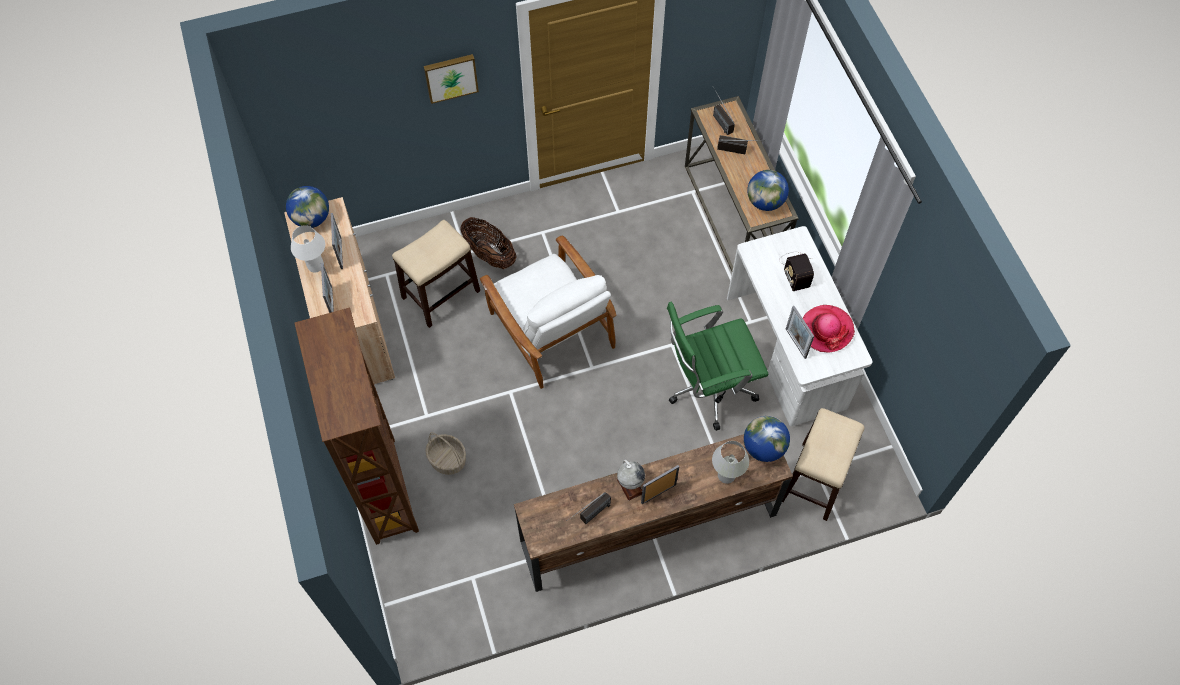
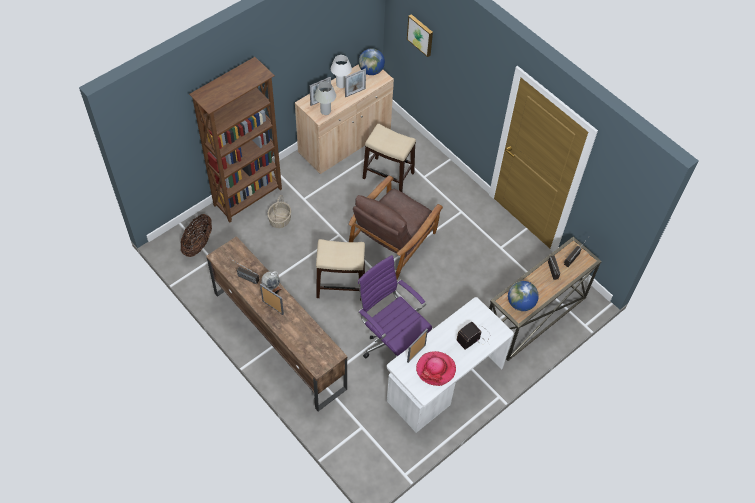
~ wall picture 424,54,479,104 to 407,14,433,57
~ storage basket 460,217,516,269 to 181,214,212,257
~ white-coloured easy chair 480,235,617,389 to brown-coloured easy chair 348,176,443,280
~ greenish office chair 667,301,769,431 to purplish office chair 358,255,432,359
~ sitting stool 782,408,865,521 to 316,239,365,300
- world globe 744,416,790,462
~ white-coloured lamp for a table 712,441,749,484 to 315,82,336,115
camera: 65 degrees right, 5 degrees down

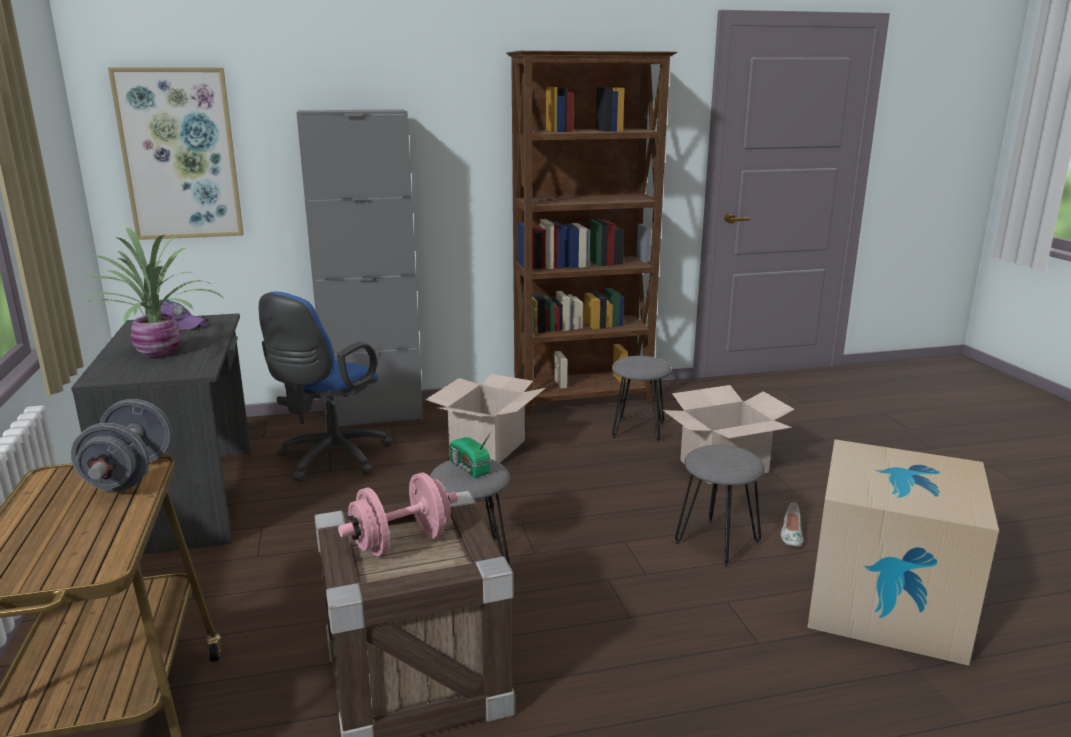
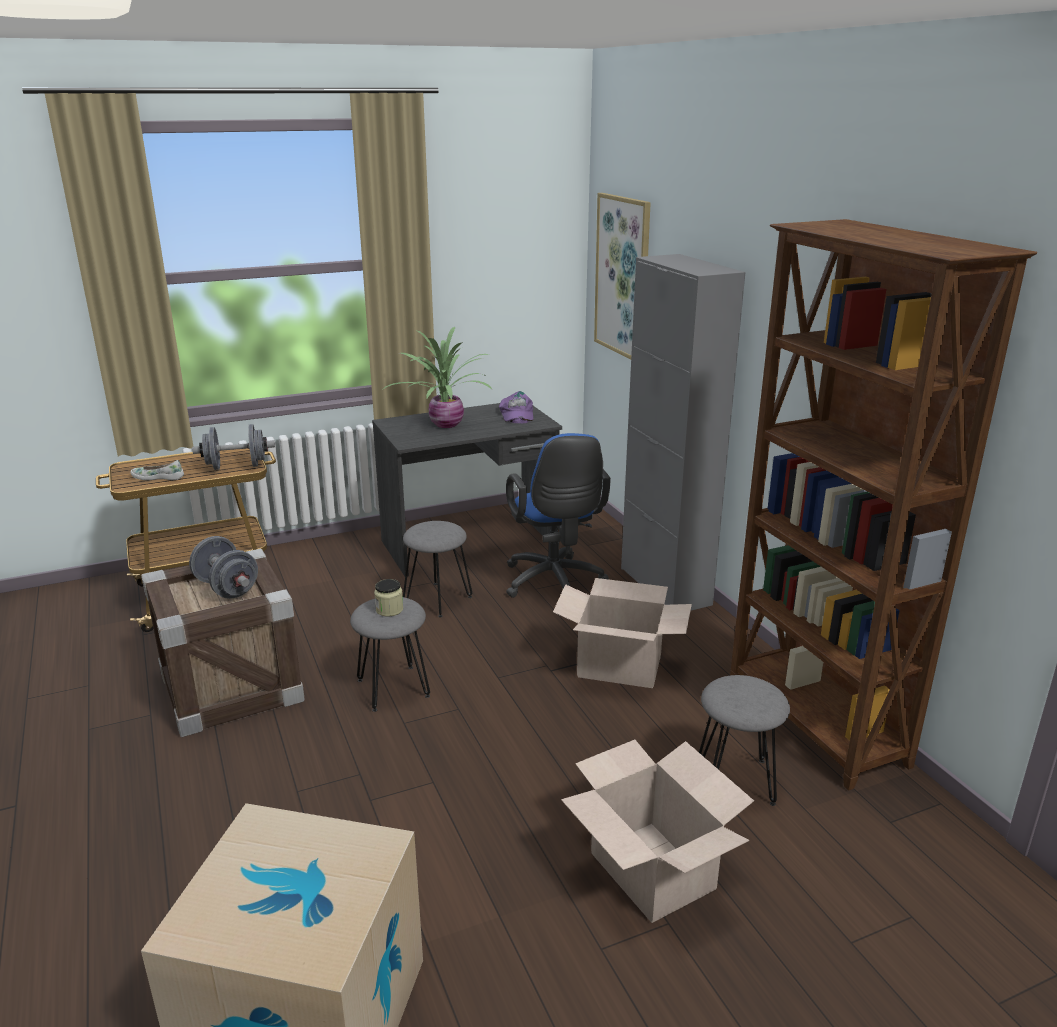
~ bluish office chair 259,291,392,482 = 506,433,611,598 120 degrees counterclockwise
~ radio receiver 449,431,492,478 to preserve jar 374,579,403,617
~ grey sitting stool 675,445,765,567 to 403,521,472,618
~ pink-coloured free weight 338,472,458,557 to grey free weight 189,536,258,599
~ white-coloured low shoe 781,503,803,547 to 130,460,184,480
camera: 80 degrees right, 5 degrees up

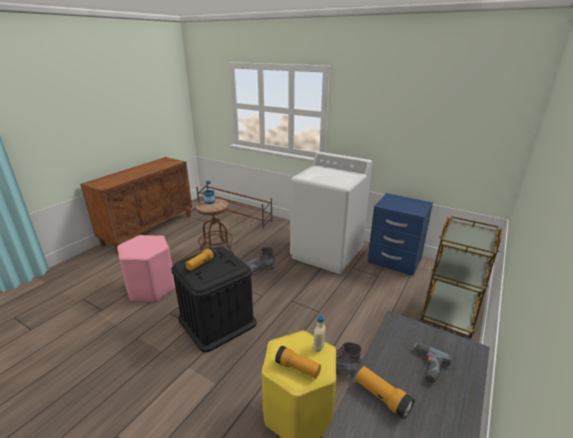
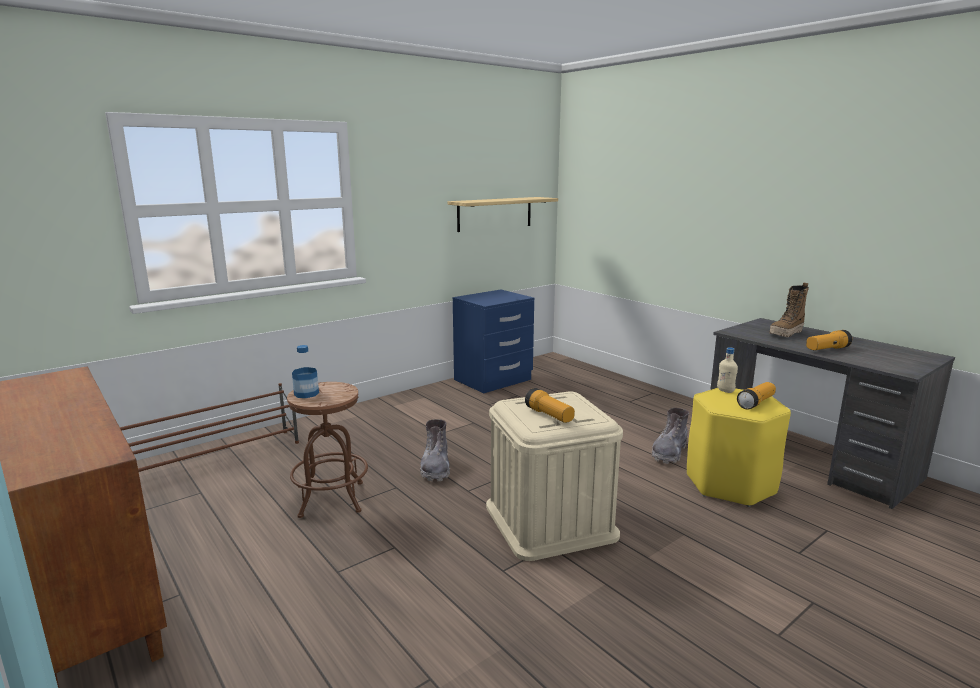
- white-coloured washing machine 290,152,372,274
- brown-coloured cart 420,216,502,338
- pink-coloured sitting stool 117,235,175,302
~ black storage box 171,247,257,352 to beige storage box 486,391,623,561
~ electric drill 414,343,453,383 to high-top boot 769,283,809,337
+ bracket shelf 447,197,558,232
camera: 70 degrees left, 10 degrees down

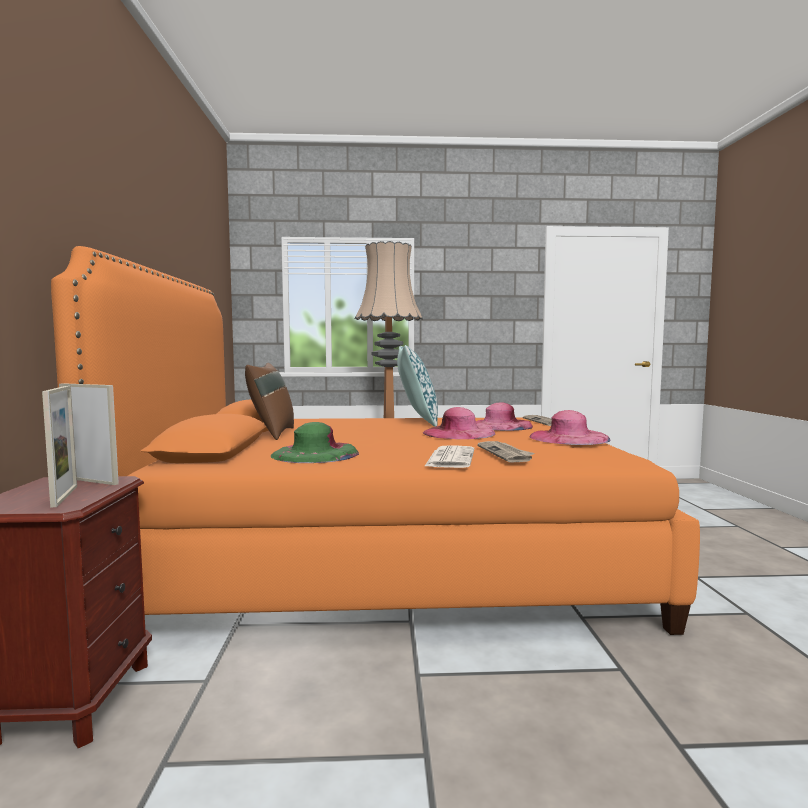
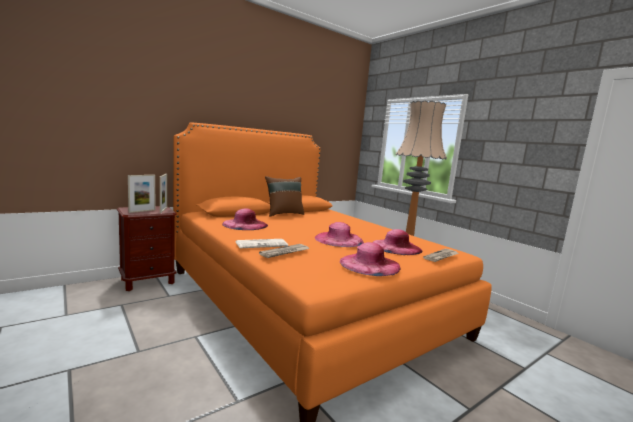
- throw pillow 397,345,438,427
~ greenish clothing hat 271,422,359,463 to pink-coloured clothing hat 222,208,268,230
camera: 55 degrees right, 5 degrees up

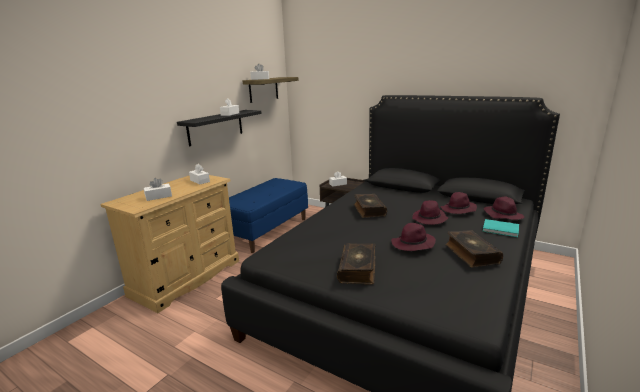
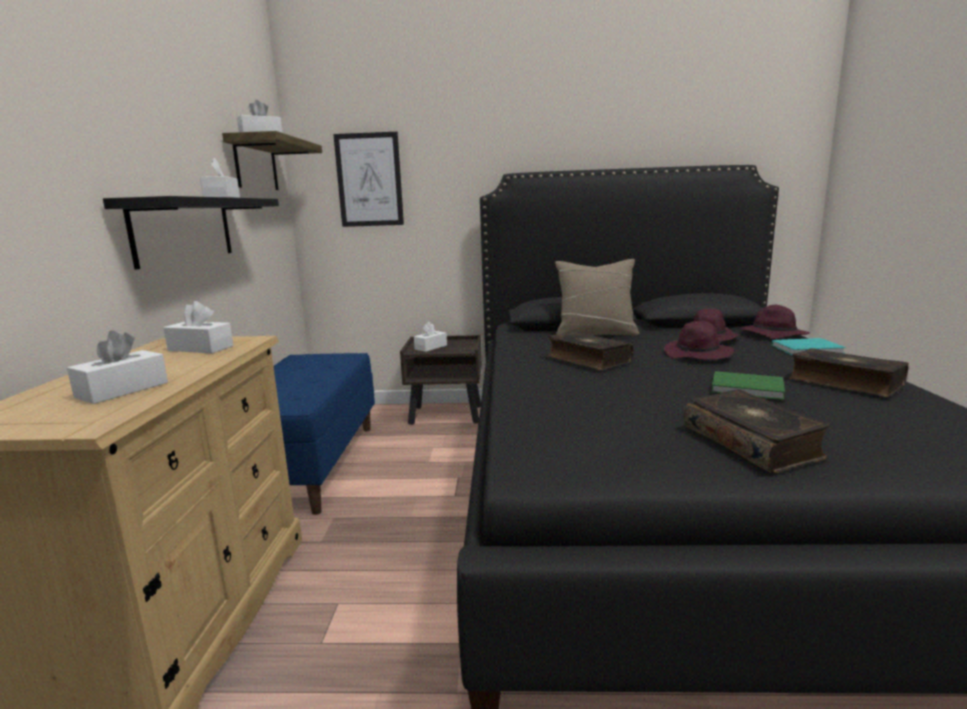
~ purplish clothing hat 391,223,436,251 to greenish book 711,371,785,400
+ wall picture 333,132,404,227
+ beige throw pillow 555,259,639,336
camera: 30 degrees left, 5 degrees down

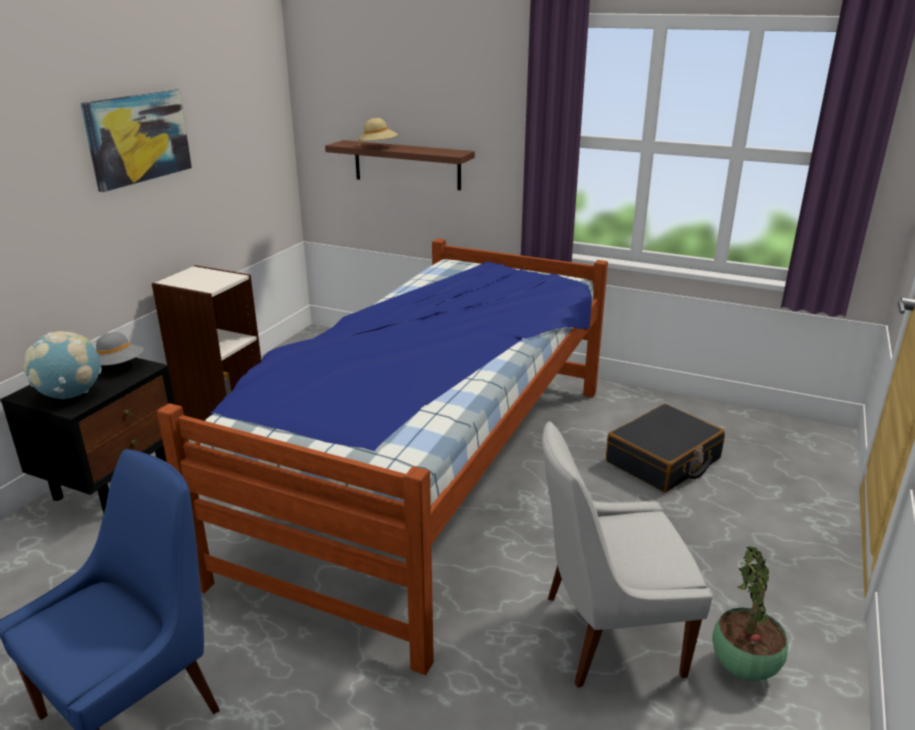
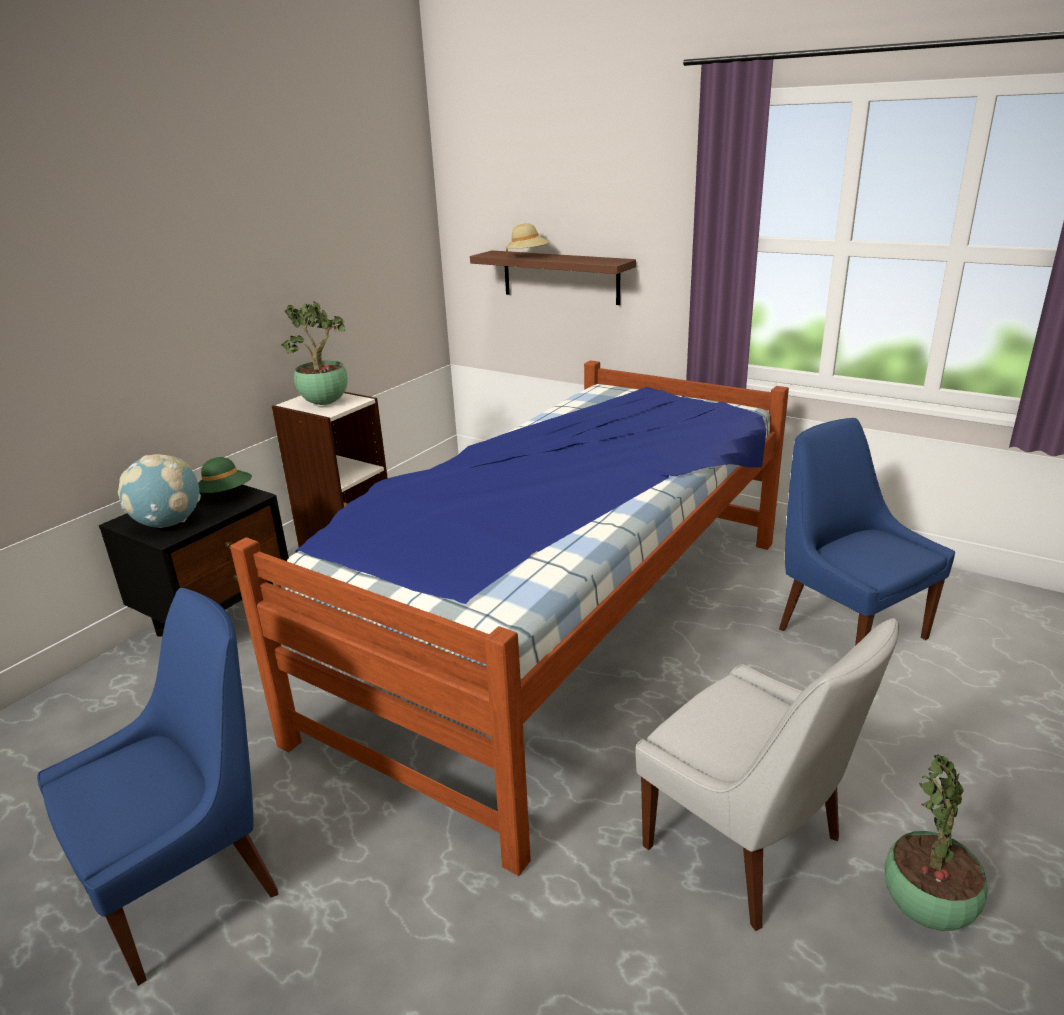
- wall picture 80,89,192,192
~ grey clothing hat 96,332,144,365 to greenish clothing hat 198,457,252,493
~ black piece of luggage 606,404,725,492 to bluish upright chair 779,418,955,646
~ white-coloured upright chair 542,421,713,688 = 635,618,899,931 135 degrees counterclockwise
+ potted plant 281,301,348,405
camera: 10 degrees right, 0 degrees up

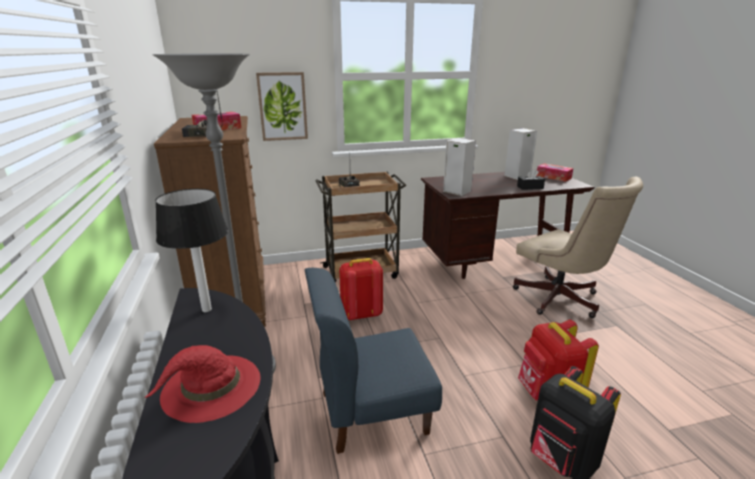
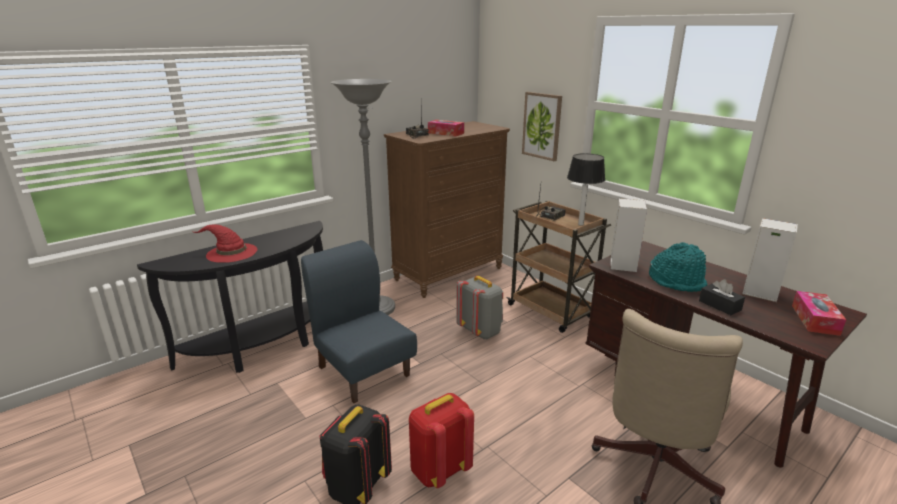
~ lamp for a table 155,189,228,312 to 567,153,605,226
~ red rucksack 339,258,383,321 to grey rucksack 456,276,503,340
+ blue-green clothing hat 649,242,707,292
camera: 65 degrees right, 0 degrees up

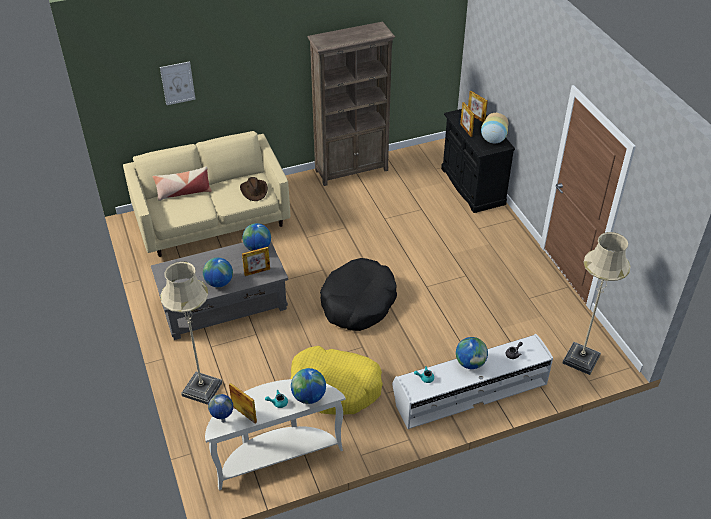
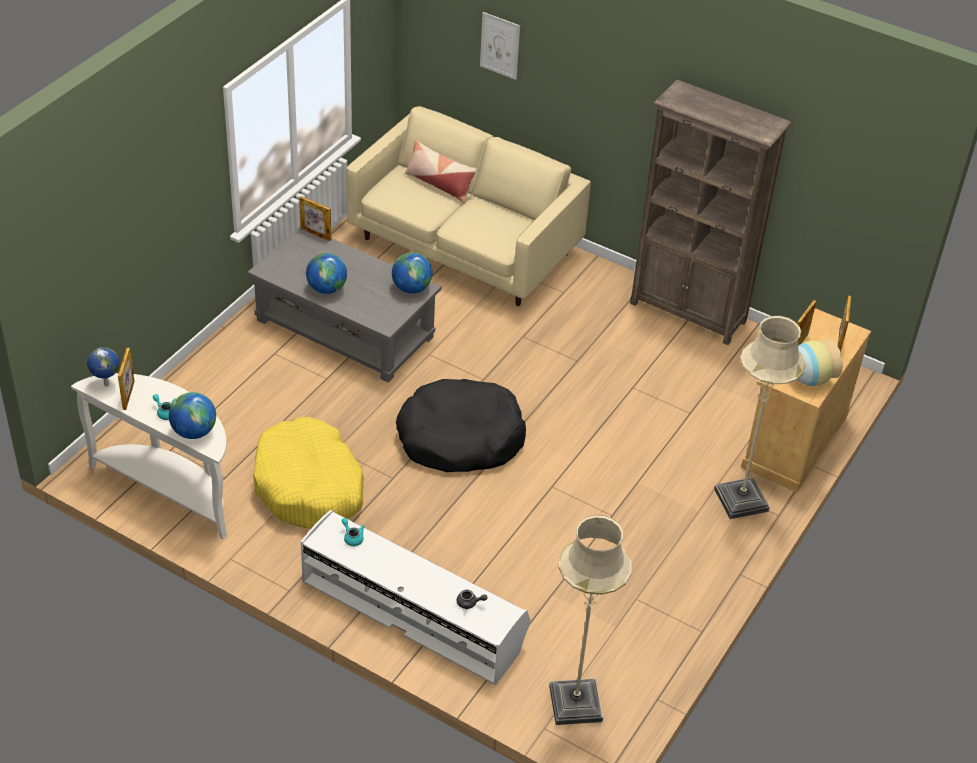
~ black cupboard 441,109,515,213 to beige cupboard 741,308,871,493
- brown-coloured clothing hat 240,177,268,201
~ picture frame 242,247,270,276 to 299,196,331,241
~ beige standing lamp 160,261,222,405 to 714,315,806,519
- world globe 456,337,488,369
camera: 50 degrees right, 0 degrees up

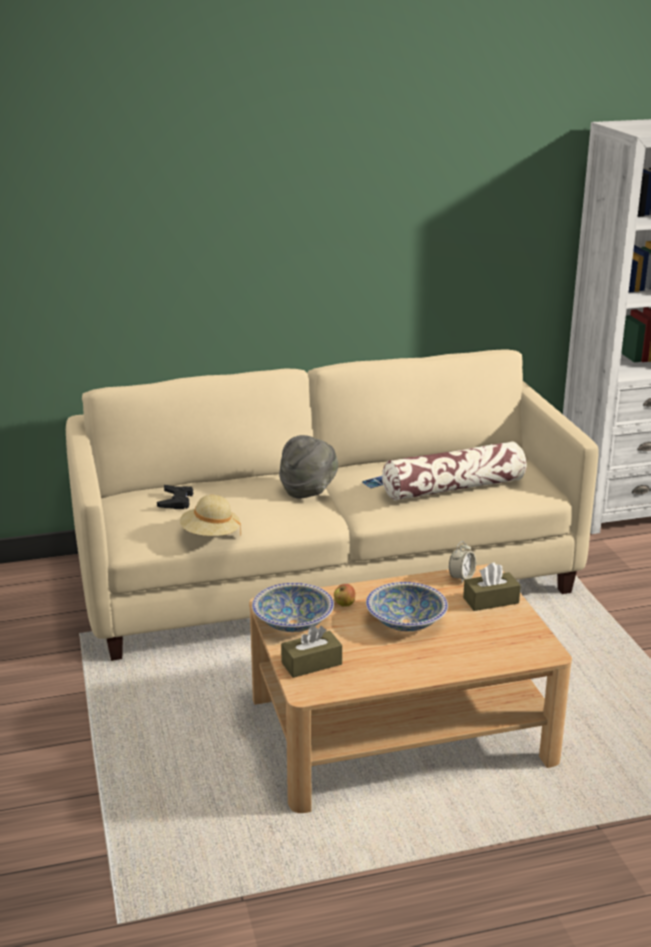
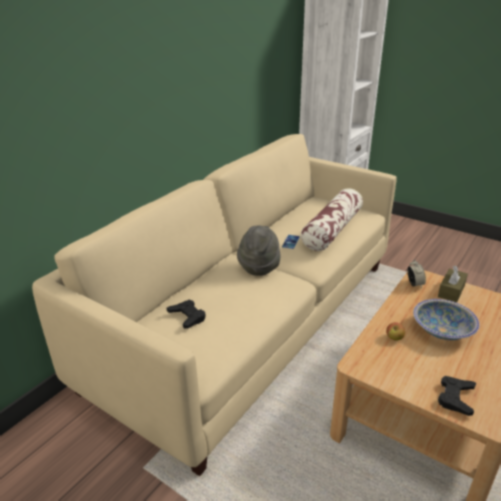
- beige clothing hat 180,495,241,536
- serving bowl 252,583,334,632
~ brown-coloured box of tissues 281,625,342,678 to black game controller 438,376,476,416
camera: 40 degrees left, 5 degrees up

